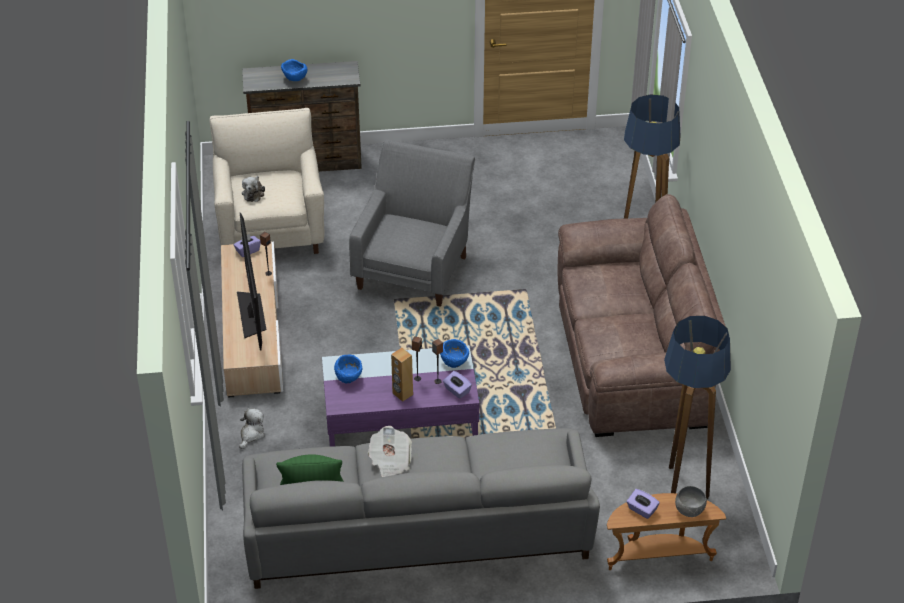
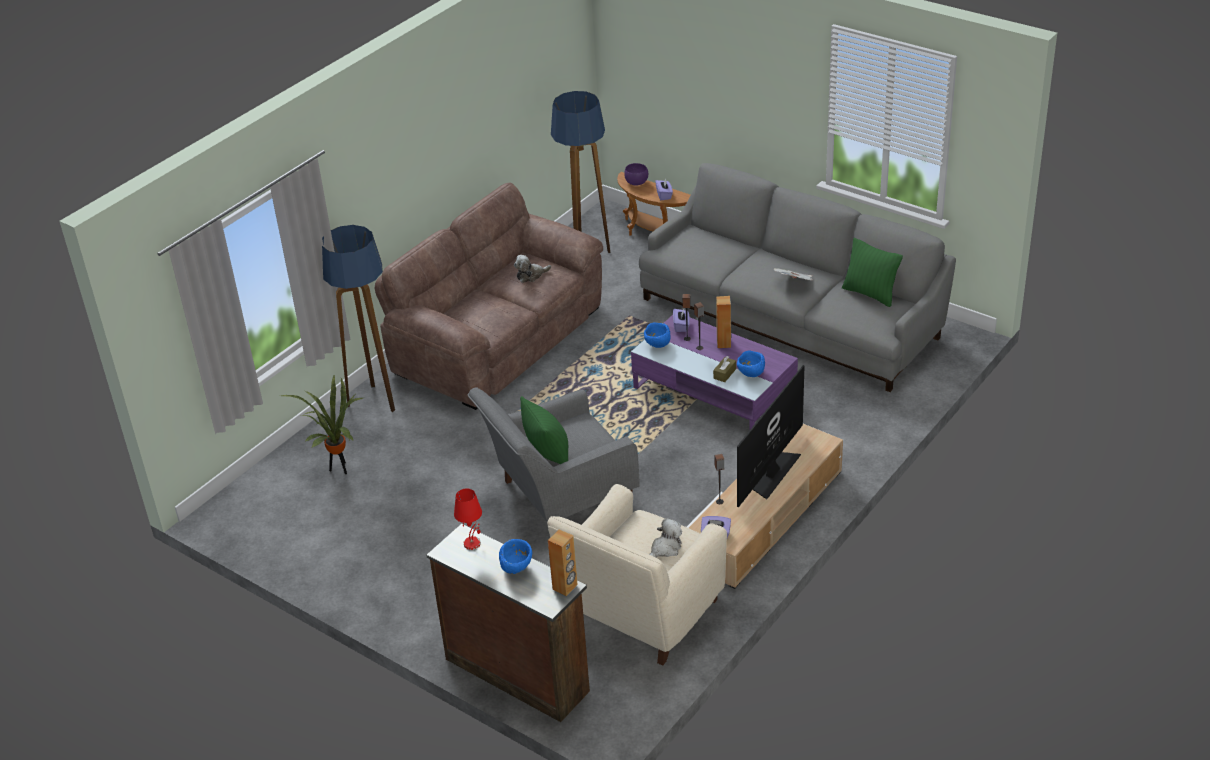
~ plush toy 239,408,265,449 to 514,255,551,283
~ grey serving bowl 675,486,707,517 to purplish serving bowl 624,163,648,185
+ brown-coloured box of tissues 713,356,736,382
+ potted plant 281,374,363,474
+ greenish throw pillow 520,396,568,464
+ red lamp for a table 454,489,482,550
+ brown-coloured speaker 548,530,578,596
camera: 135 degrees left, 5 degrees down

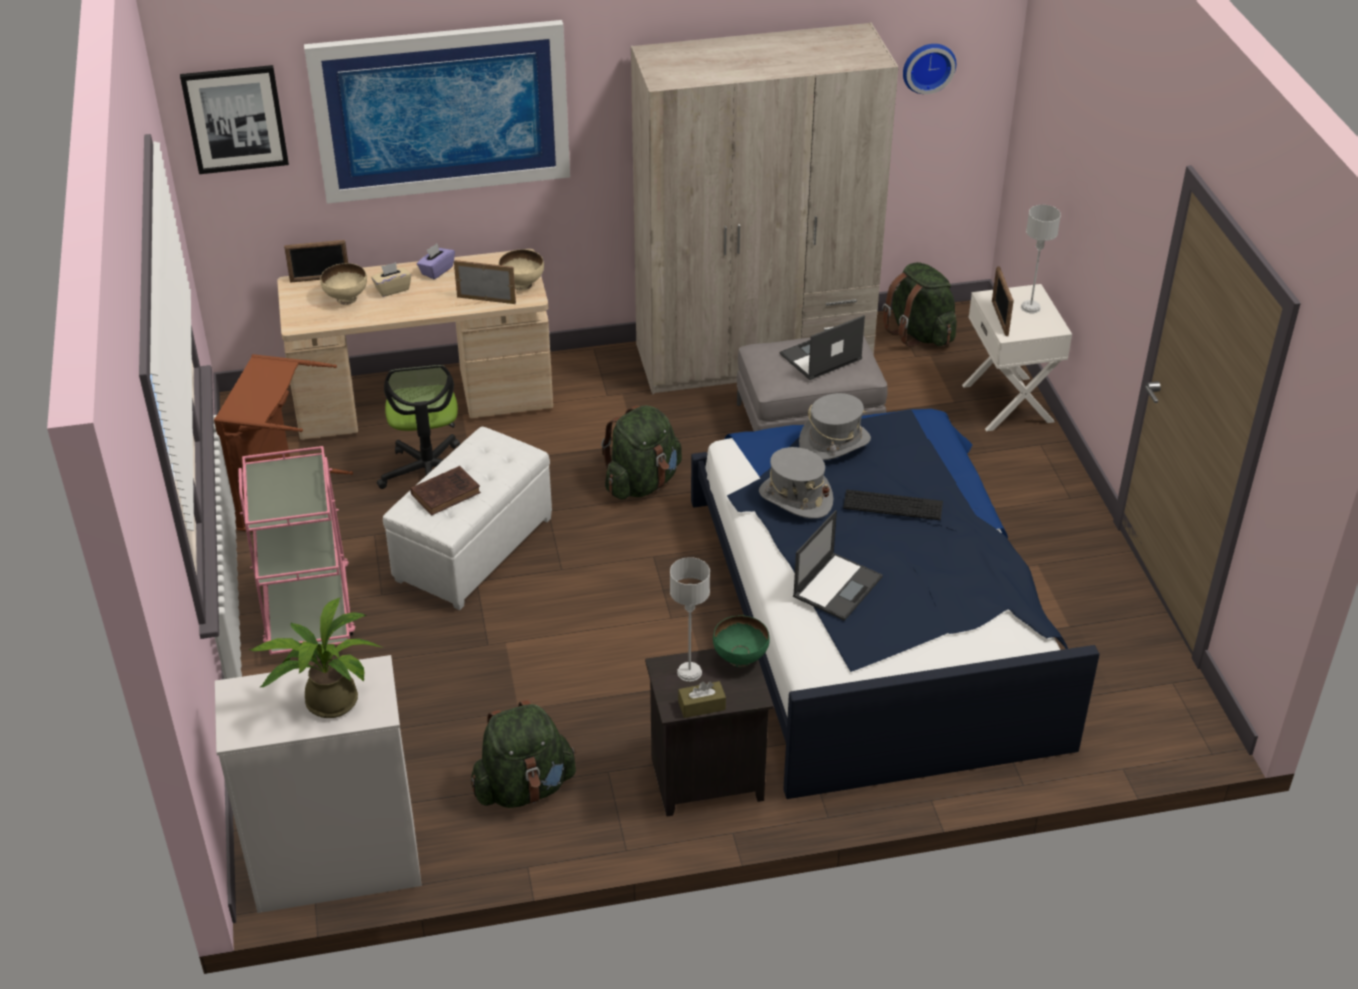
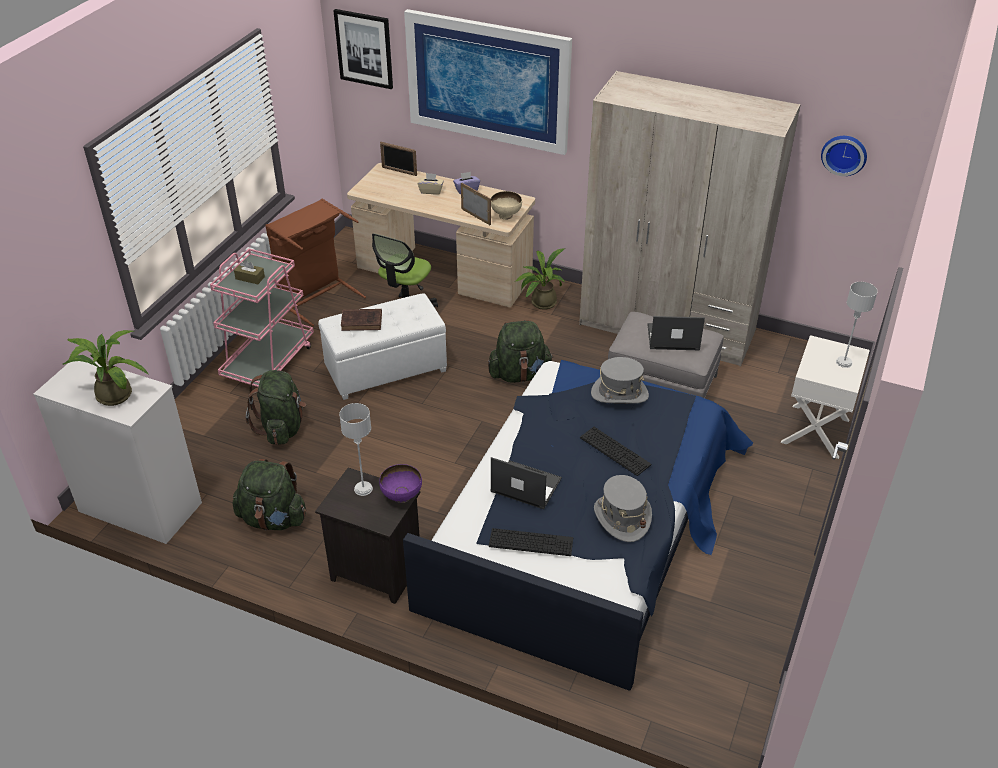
~ greenish rucksack 882,262,957,347 to 246,370,306,445
- beige serving bowl 320,263,367,305
- picture frame 992,266,1014,336
~ grey clothing hat 759,447,833,518 to 594,475,652,542
~ laptop 793,510,883,621 = 490,457,562,509 135 degrees counterclockwise
~ greenish serving bowl 713,615,770,667 to purplish serving bowl 379,464,422,503
~ brown-coloured box of tissues 678,681,726,718 to 234,260,265,284
+ potted plant 514,248,565,310
+ keyboard 489,528,573,556
camera: 35 degrees right, 0 degrees up

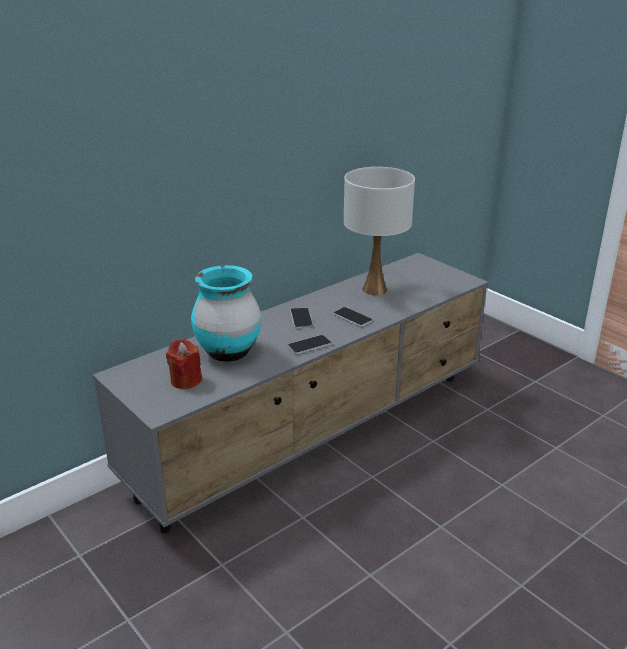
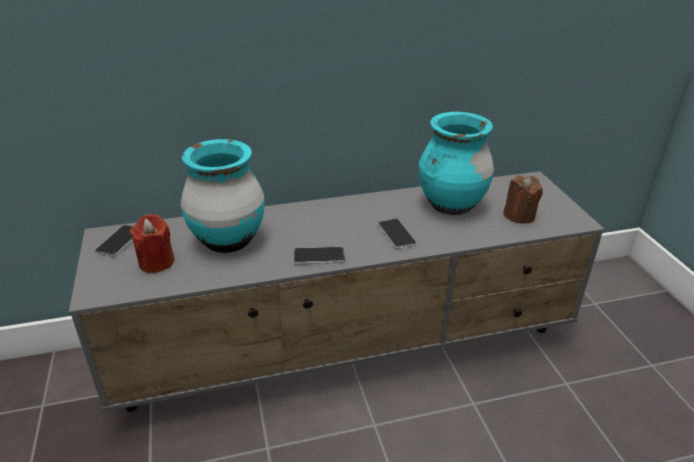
~ white-coloured lamp for a table 344,167,415,295 to blue-green flower vase 418,112,494,215
~ handset 290,308,313,328 to 95,225,133,257
+ brown-coloured candle 503,175,543,224
camera: 25 degrees right, 5 degrees up

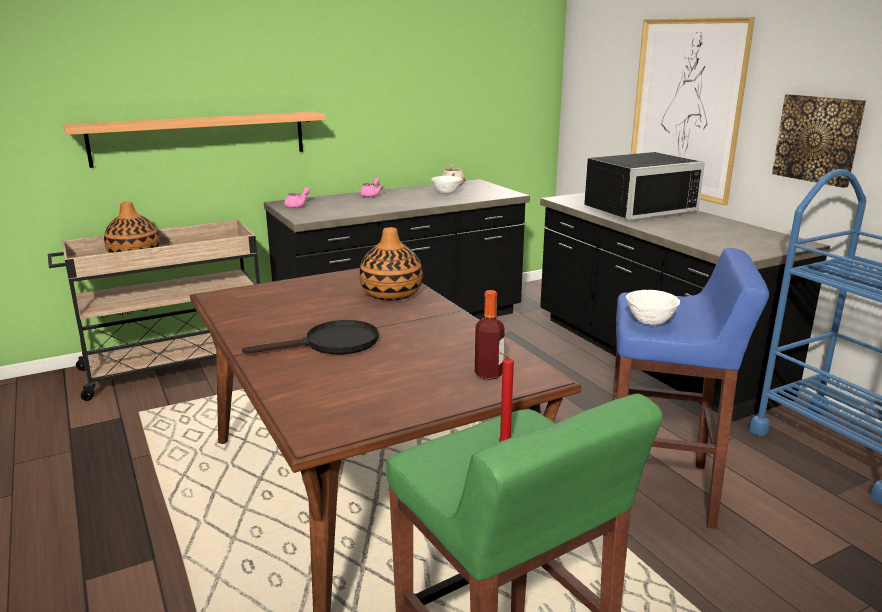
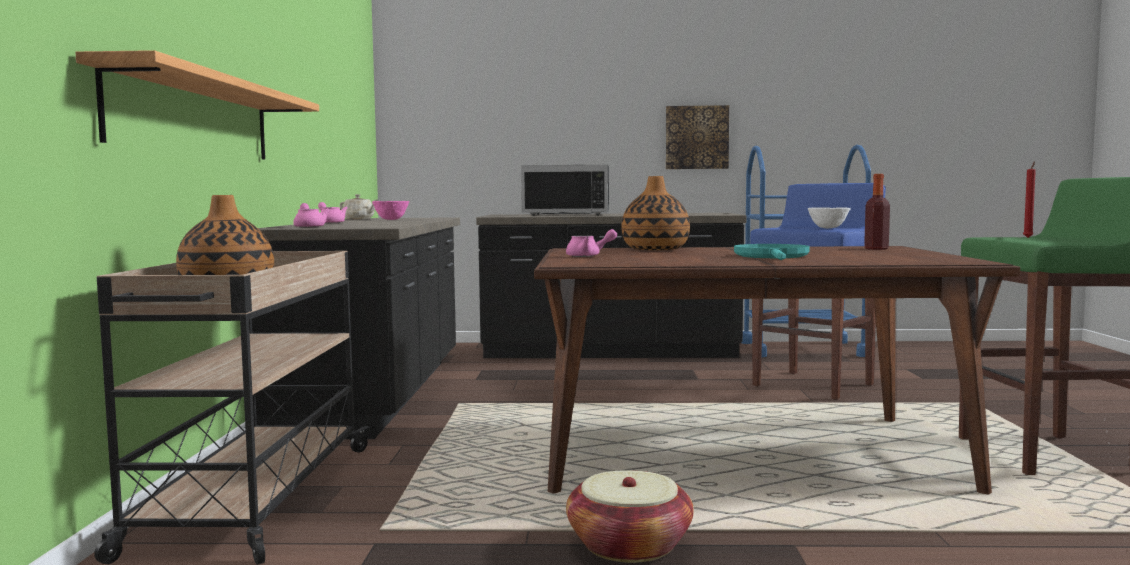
- wall picture 631,17,755,205
~ black microwave 584,152,705,220 = 521,164,609,216 90 degrees clockwise
~ white-coloured serving bowl 431,176,462,194 to pink-coloured serving bowl 372,201,410,220
~ black skillet 242,320,379,355 to blue-green skillet 734,244,810,260
+ pink-coloured pot for tea 566,229,617,257
+ storage basket 566,470,694,563
camera: 60 degrees left, 15 degrees down

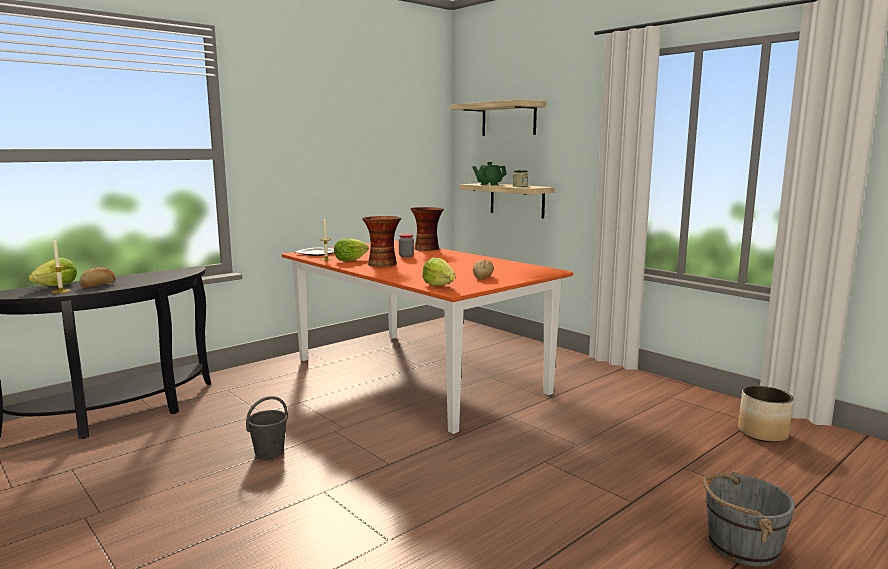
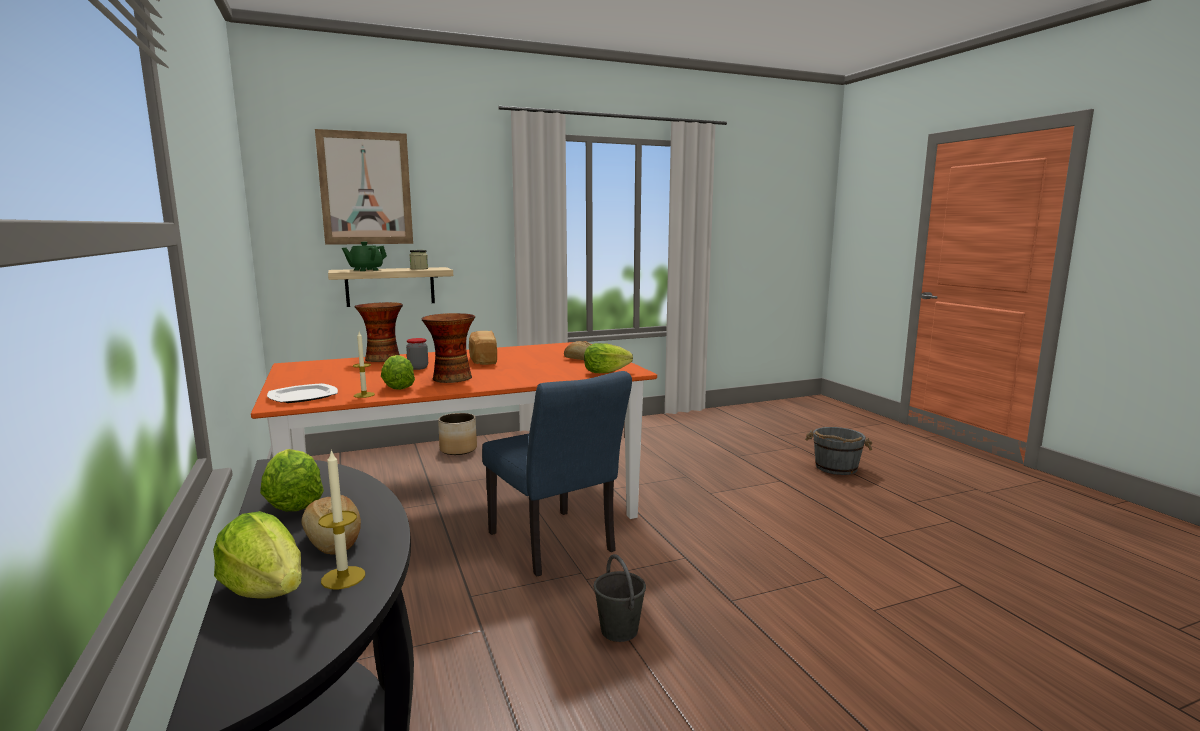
~ bracket shelf 451,99,546,136 to wall picture 315,129,413,245
~ flower pot 738,386,794,442 to 438,413,477,455
+ baked bread 469,330,497,365
+ bluish upright chair 482,371,632,576
+ lettuce 260,449,324,511
camera: 70 degrees left, 0 degrees up

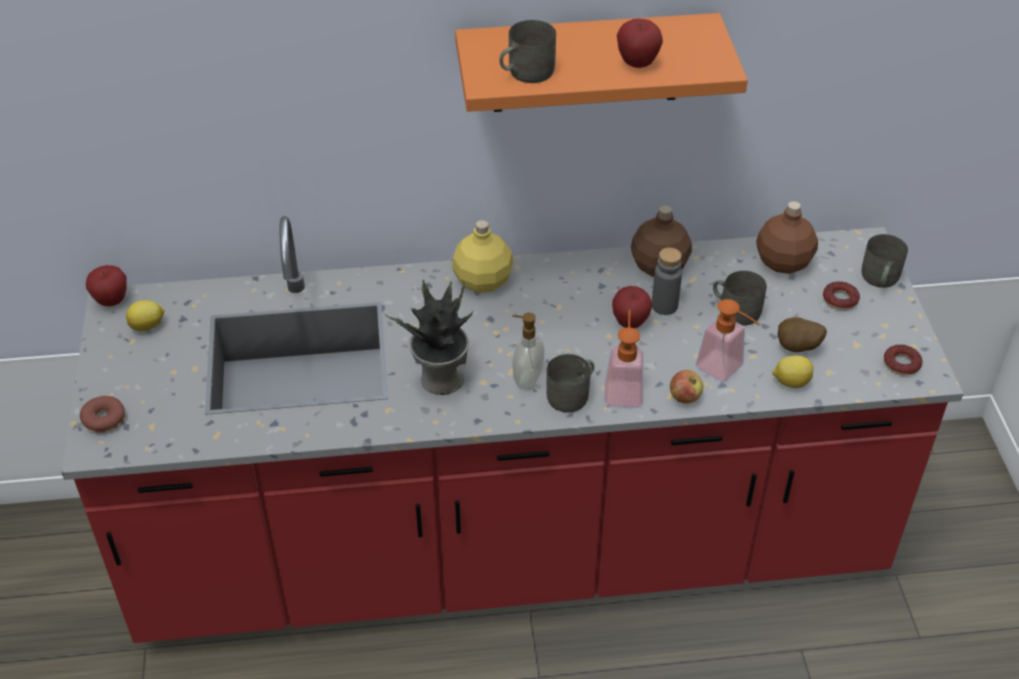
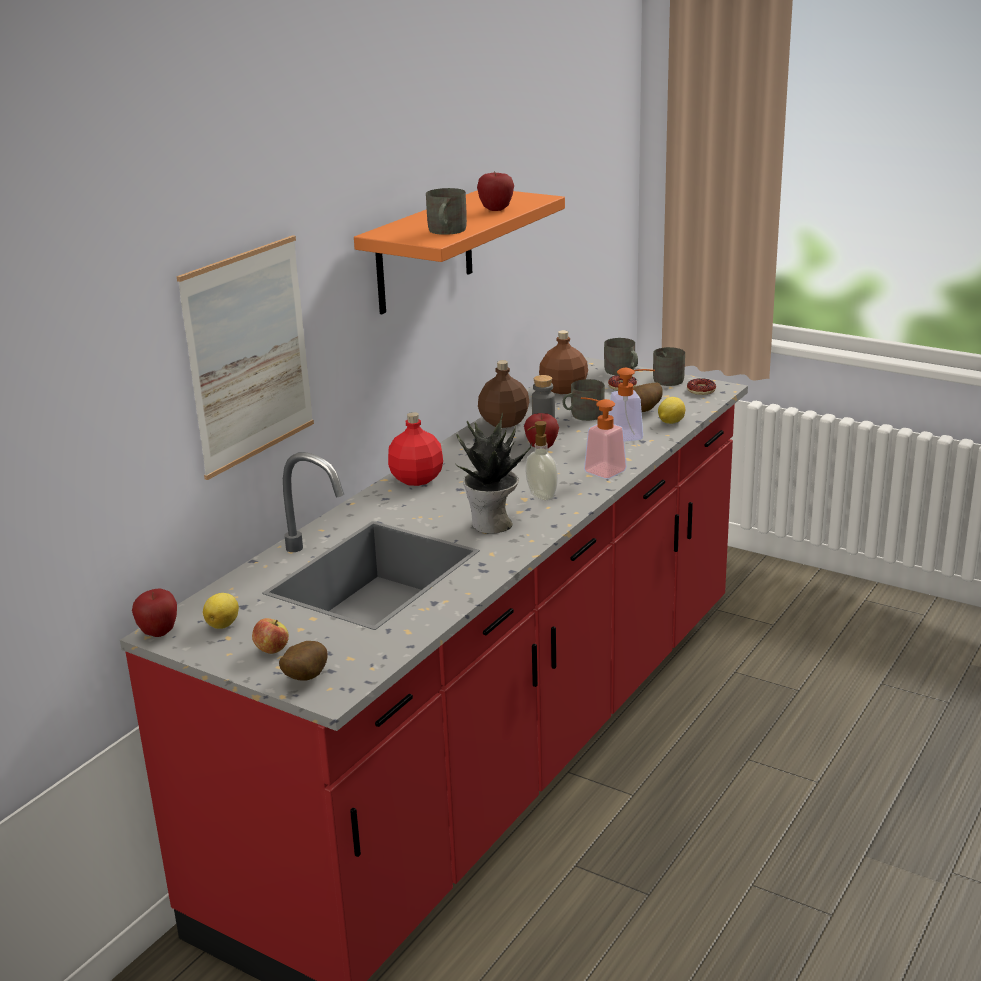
~ yellow beverage bottle 452,220,513,293 to red beverage bottle 388,412,443,486
~ grey mug 546,354,595,413 to 653,347,685,386
~ apple fruit 670,370,703,404 to 252,618,289,654
~ donut 80,396,125,433 to whole potato 279,641,327,681
+ wall picture 177,235,314,480
camera: 50 degrees left, 20 degrees down

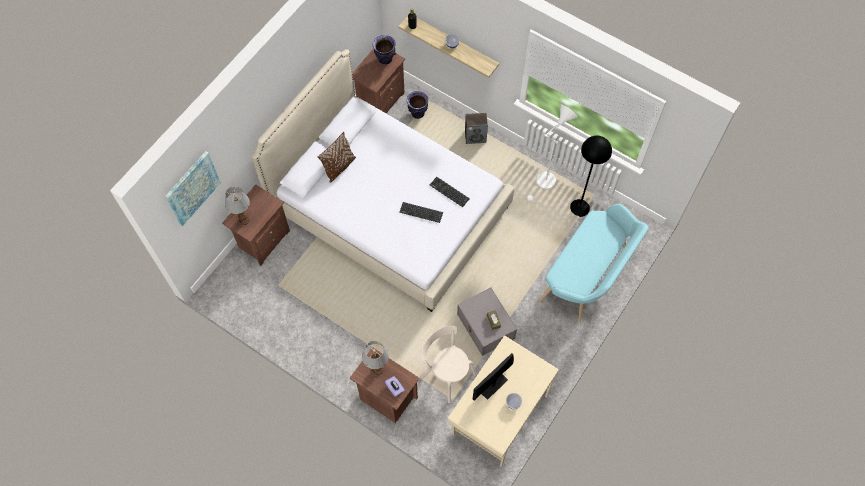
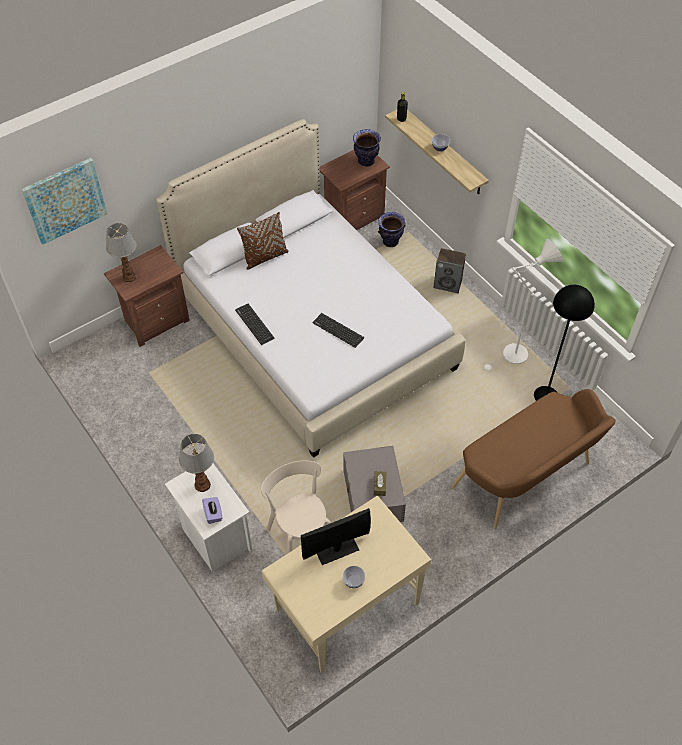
~ keyboard 430,177,470,207 to 235,304,275,345
~ blue-green indoor bench 538,204,648,322 to brown-coloured indoor bench 451,389,616,529
~ brown-coloured nightstand 350,347,420,423 to white-coloured nightstand 165,464,253,572
camera: 20 degrees right, 10 degrees down

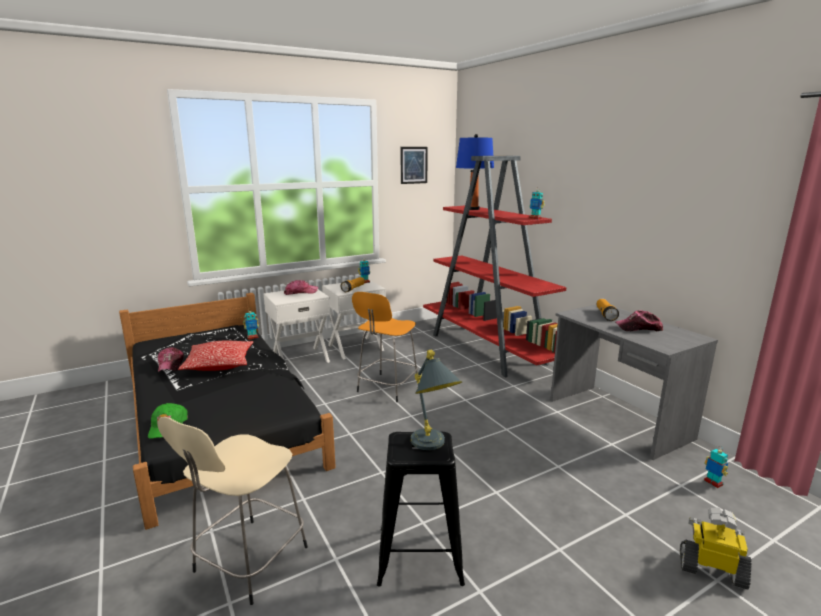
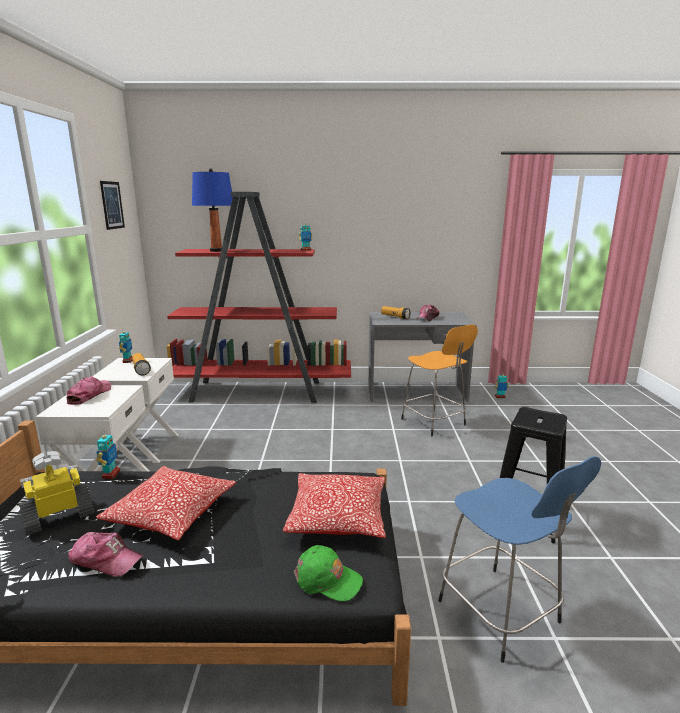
~ orange-coloured sitting stool 352,292,418,402 to 401,325,478,436
- grey lamp for a table 411,350,463,450
~ beige sitting stool 157,417,308,605 to bluish sitting stool 438,456,601,663
~ toy robot 680,508,752,590 to 19,451,94,536
+ throw pillow 283,473,386,538
camera: 60 degrees left, 0 degrees up

